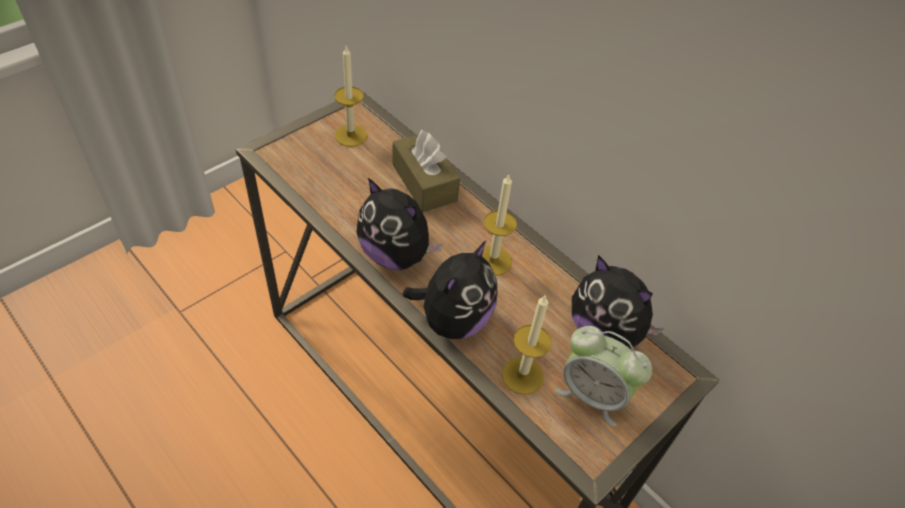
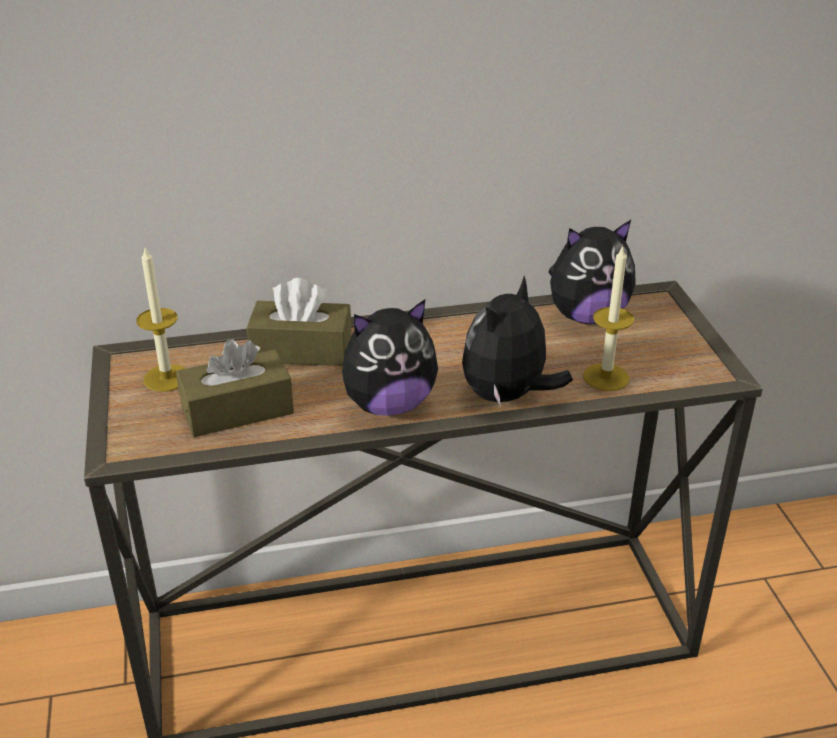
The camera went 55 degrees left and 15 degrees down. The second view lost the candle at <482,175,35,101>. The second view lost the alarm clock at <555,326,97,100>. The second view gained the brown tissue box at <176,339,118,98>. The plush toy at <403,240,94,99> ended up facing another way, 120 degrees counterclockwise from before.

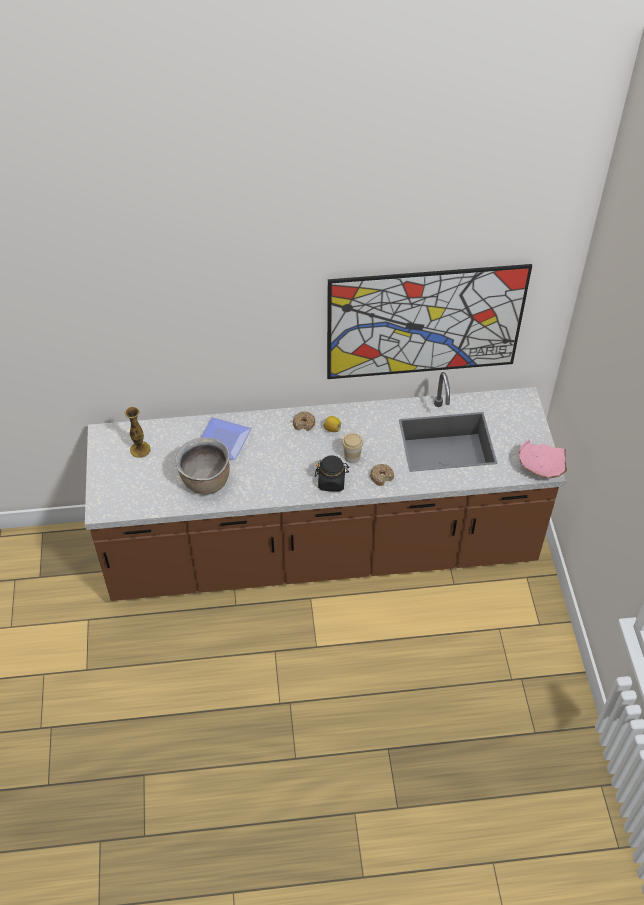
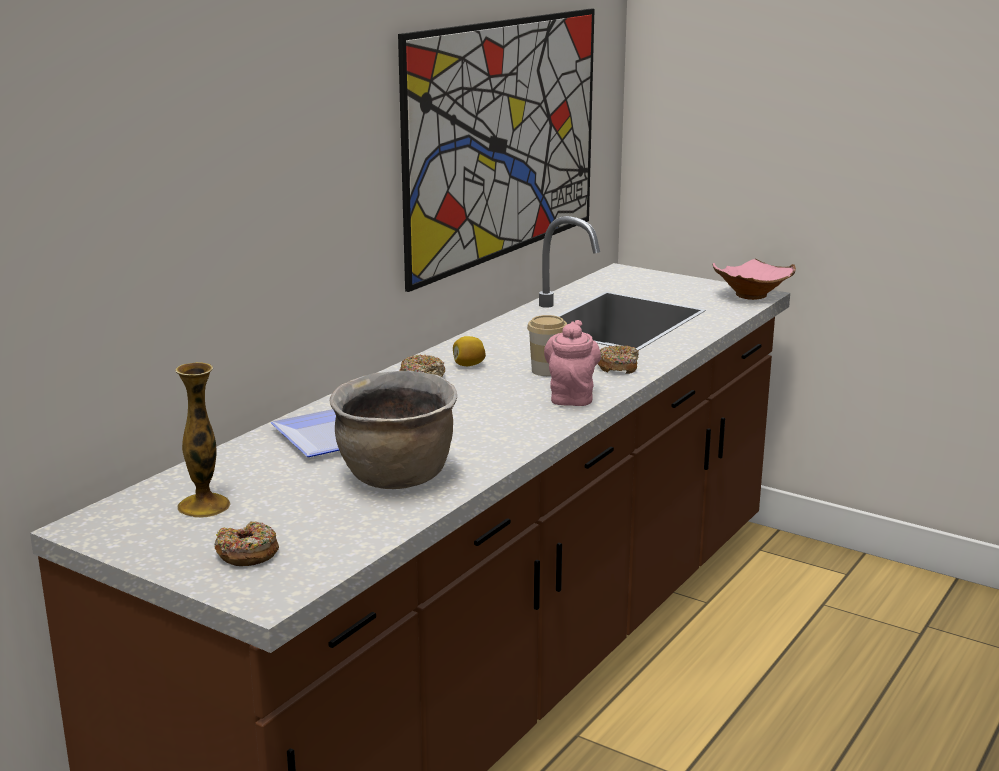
The camera went 50 degrees left and 30 degrees down. The second view gained the donut at <214,521,65,45>. Where the black jar stood at <315,455,34,36>, the pink teapot came to stand at <544,320,57,86>.

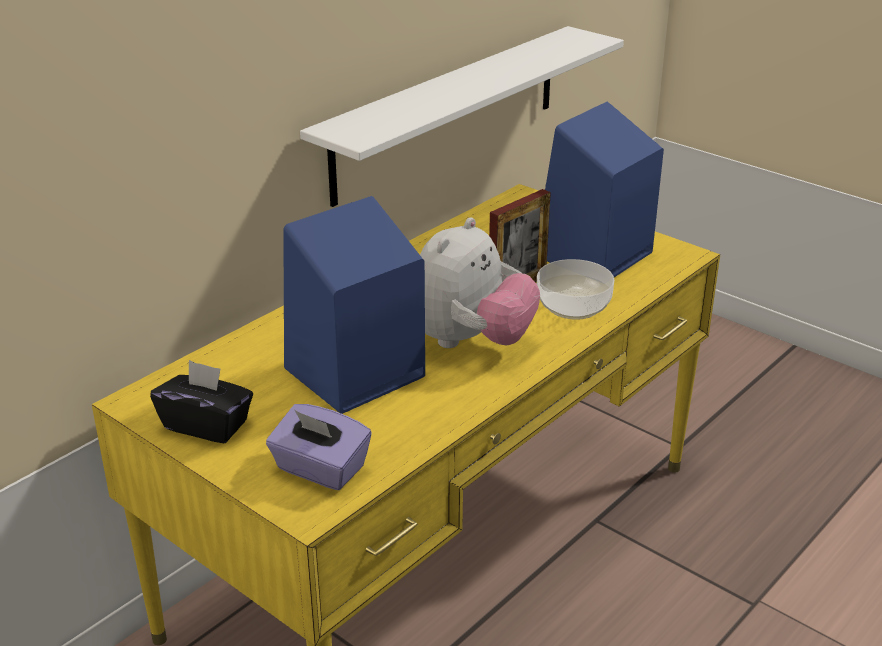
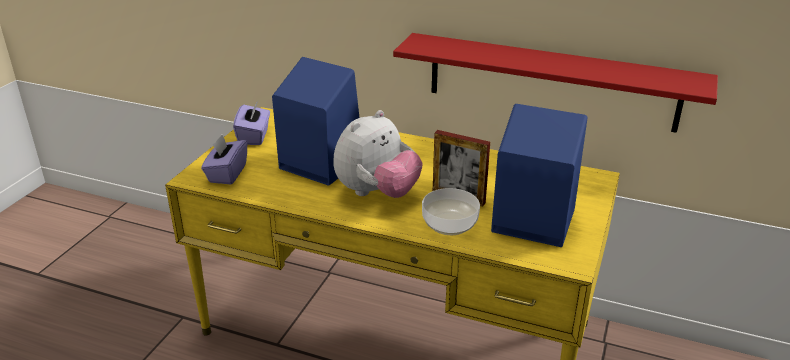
The camera went 70 degrees right and 0 degrees up. What was the black tissue box at <150,360,103,83> turned into the purple tissue box at <233,101,37,44>. What was the white shelf at <300,26,324,181> turned into the red shelf at <393,33,325,100>. The plush toy at <420,217,120,131> ended up facing another way, 60 degrees counterclockwise from before.

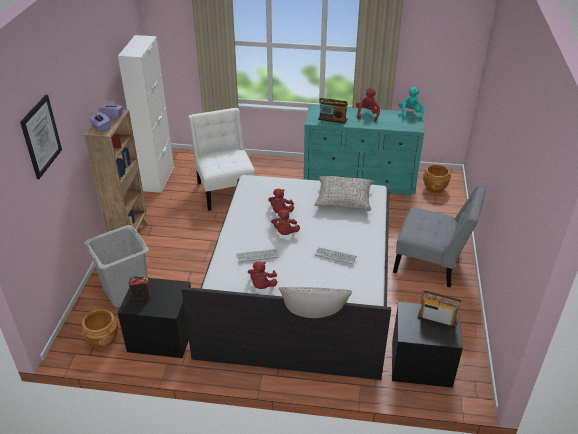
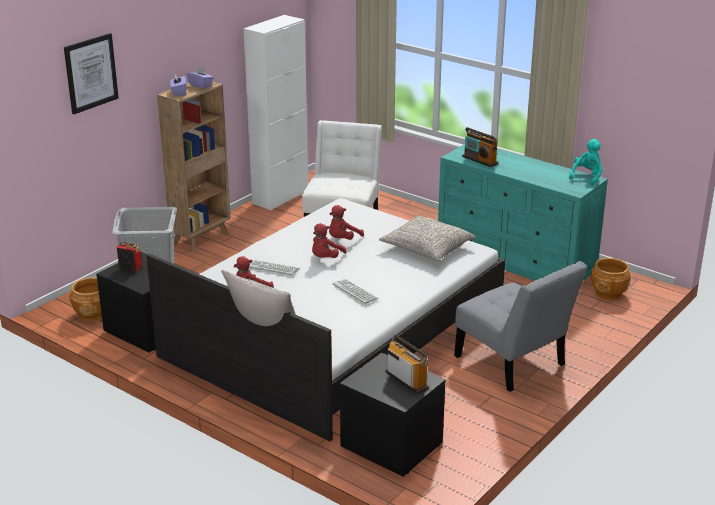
The camera went 30 degrees right and 10 degrees down. The second view lost the red plush toy at <356,88,24,34>.

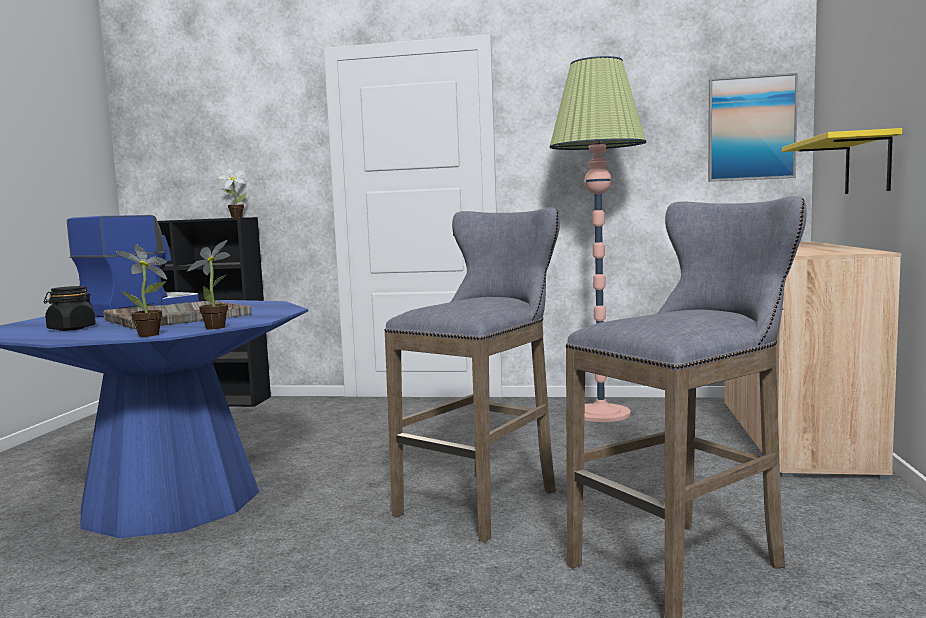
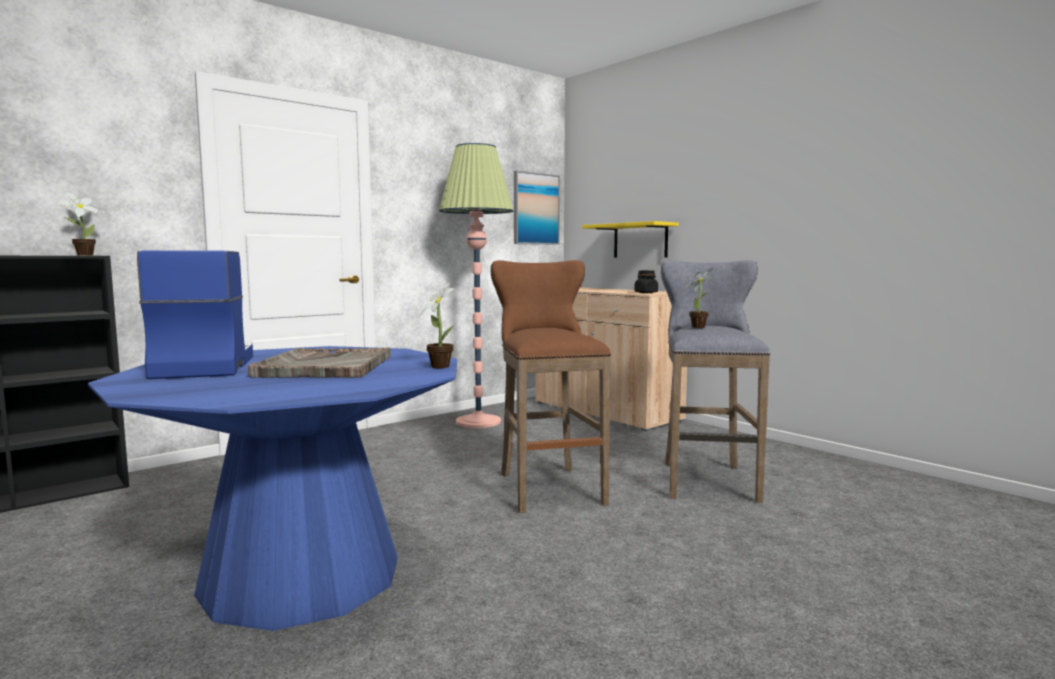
The camera went 50 degrees left and 0 degrees up. The black jar ended up elsewhere, having gone from <44,286,52,45> to <634,270,24,23>. The potted plant ended up elsewhere, having gone from <116,244,51,93> to <685,267,29,61>. What was the grey stool at <384,207,176,335> turned into the brown stool at <490,260,121,253>.

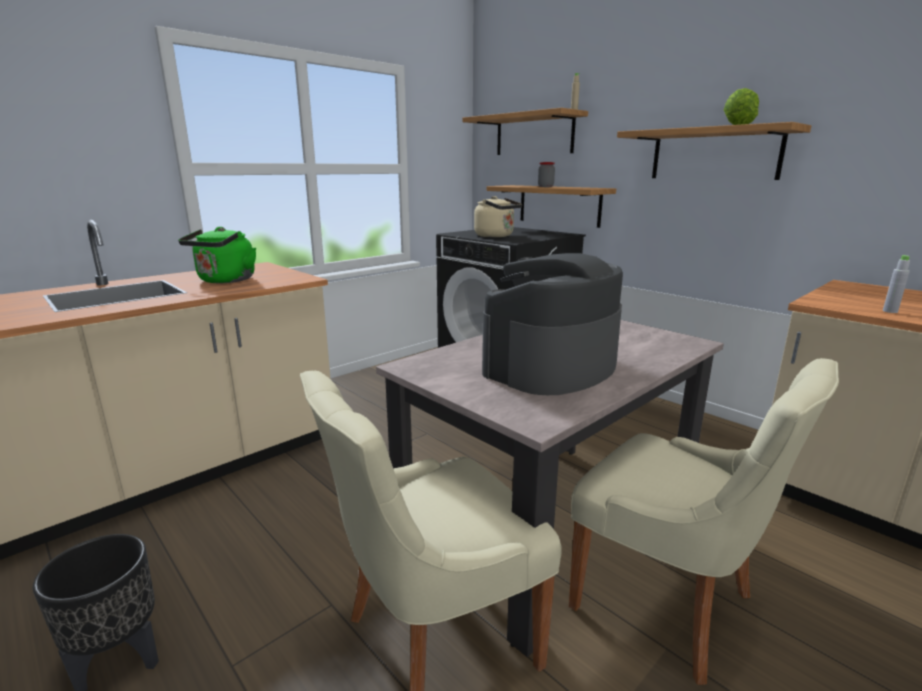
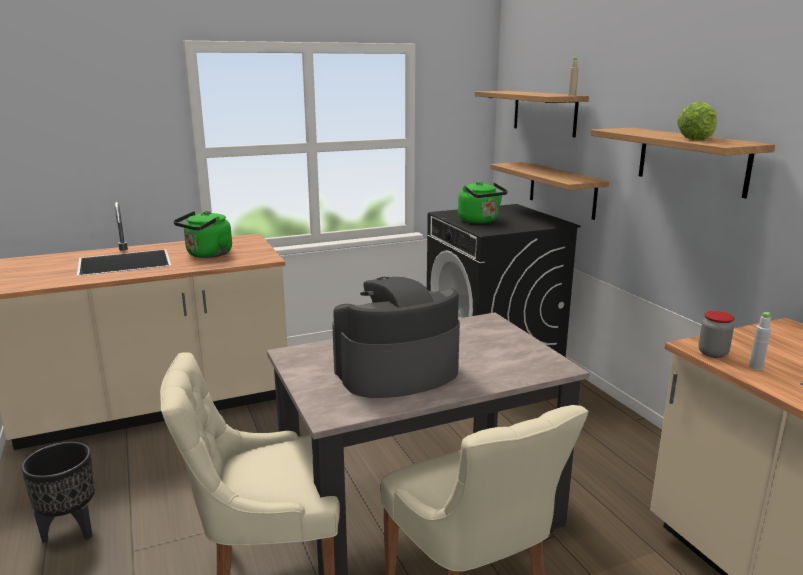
The camera went 20 degrees right and 0 degrees up. The jar ended up elsewhere, having gone from <538,162,17,25> to <699,311,35,47>. What was the beige kettle at <474,196,48,41> turned into the green kettle at <458,181,49,43>.

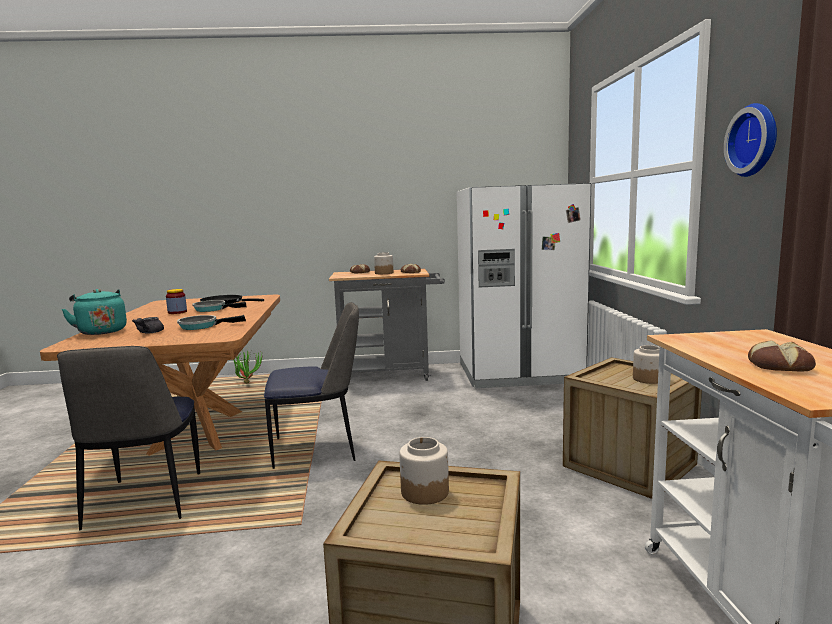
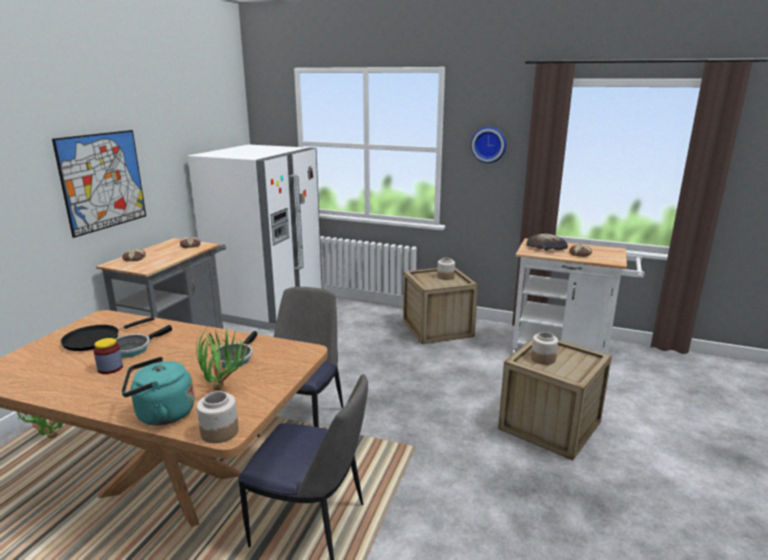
The camera went 65 degrees left and 10 degrees up. The second view gained the picture at <52,130,94,108>. The second view gained the bread at <527,233,41,18>. The jar ended up elsewhere, having gone from <374,252,19,22> to <197,391,42,52>. Where the grey teapot stood at <132,317,32,16>, the potted plant came to stand at <196,328,53,63>.

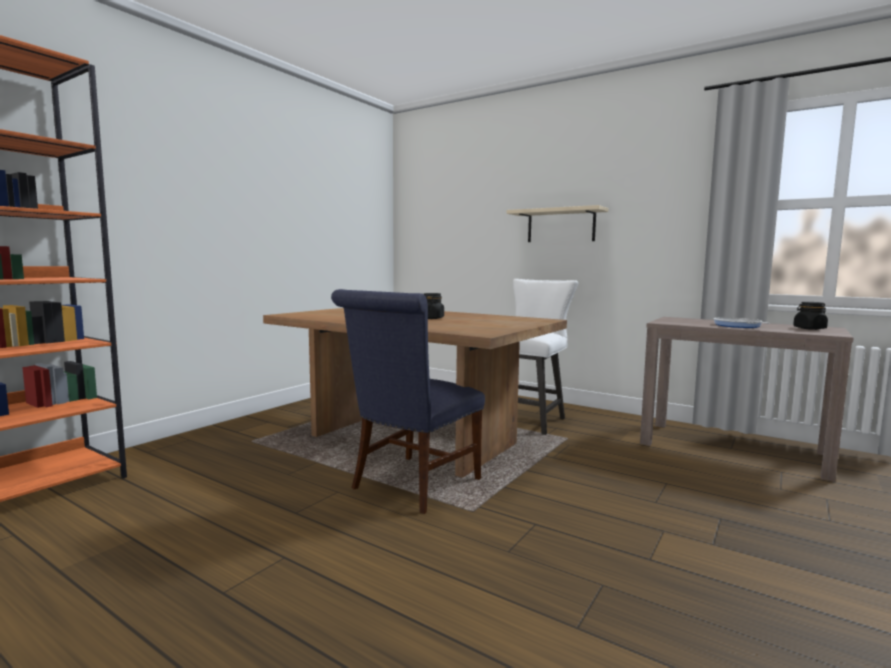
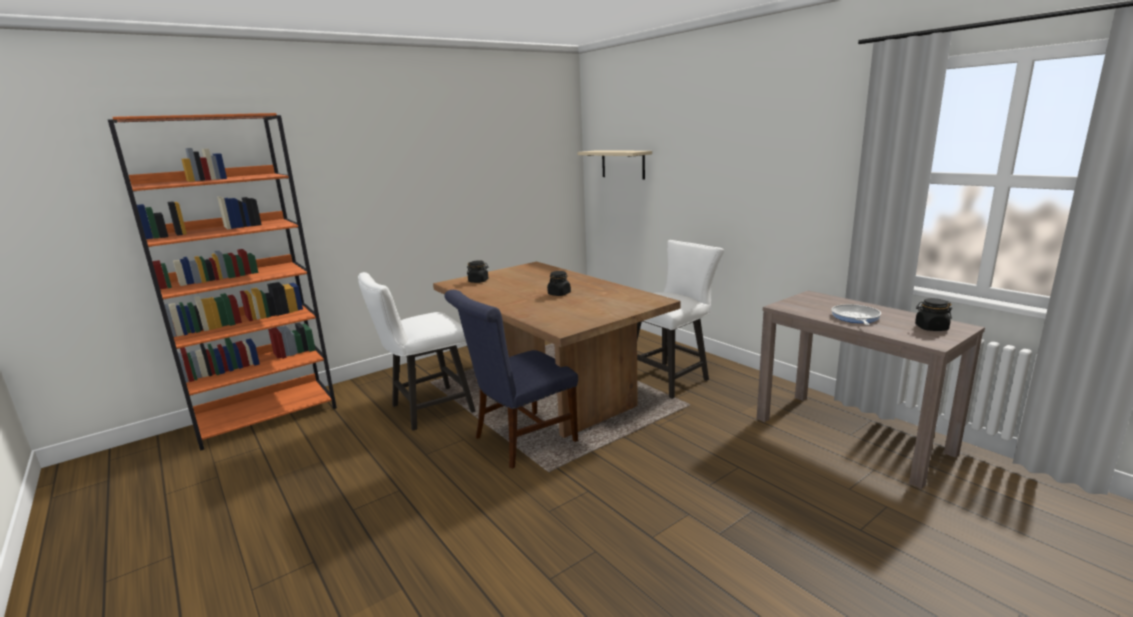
The camera went 20 degrees right and 10 degrees up. The second view gained the white chair at <358,272,118,158>. The second view gained the black jar at <467,260,22,23>. The beige shelf ended up elsewhere, having gone from <506,205,102,37> to <577,150,75,30>.

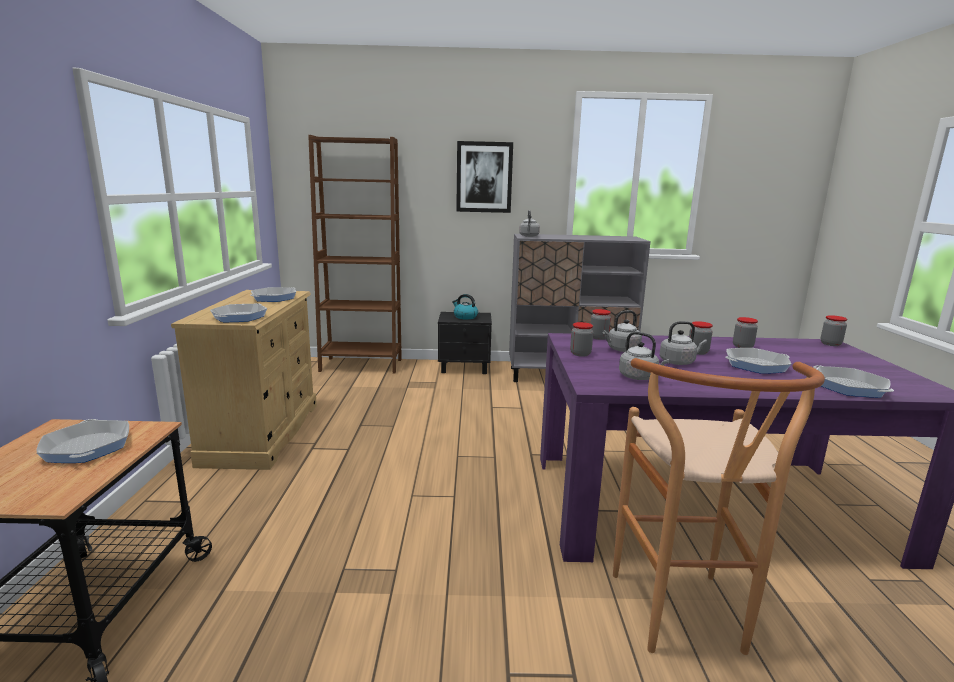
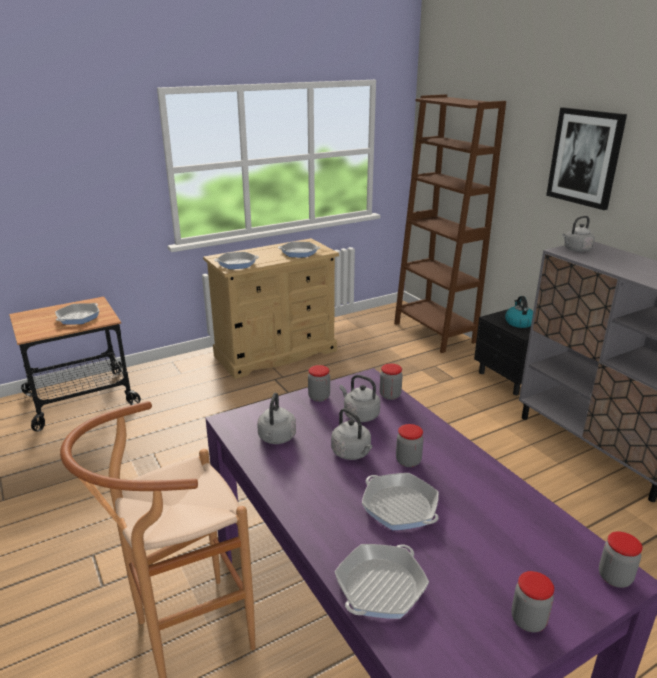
The camera went 60 degrees right and 10 degrees up. The jar ended up elsewhere, having gone from <733,317,25,31> to <511,571,43,61>.

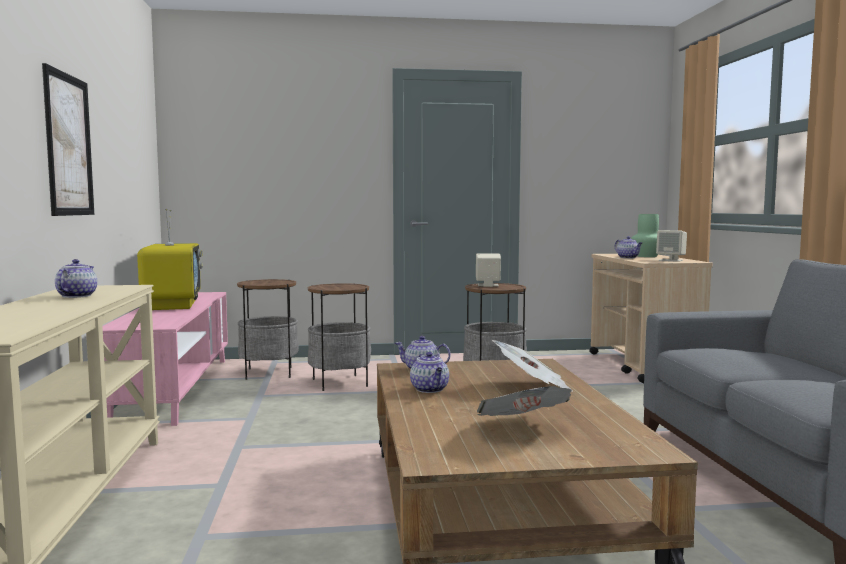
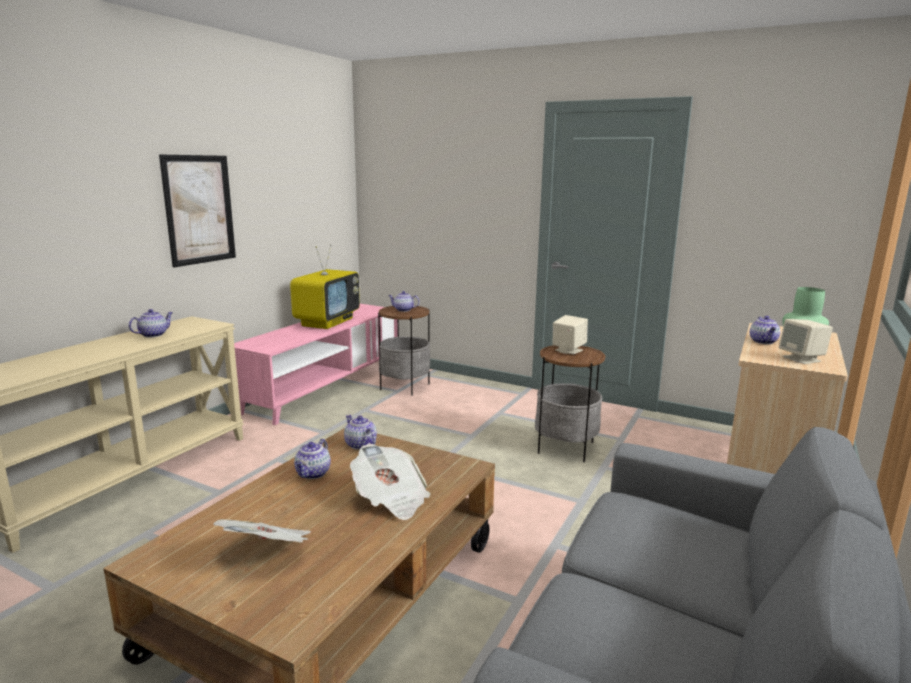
The camera went 35 degrees right and 10 degrees up. The second view lost the side table at <308,283,63,108>. The second view gained the teapot at <388,291,32,21>.

